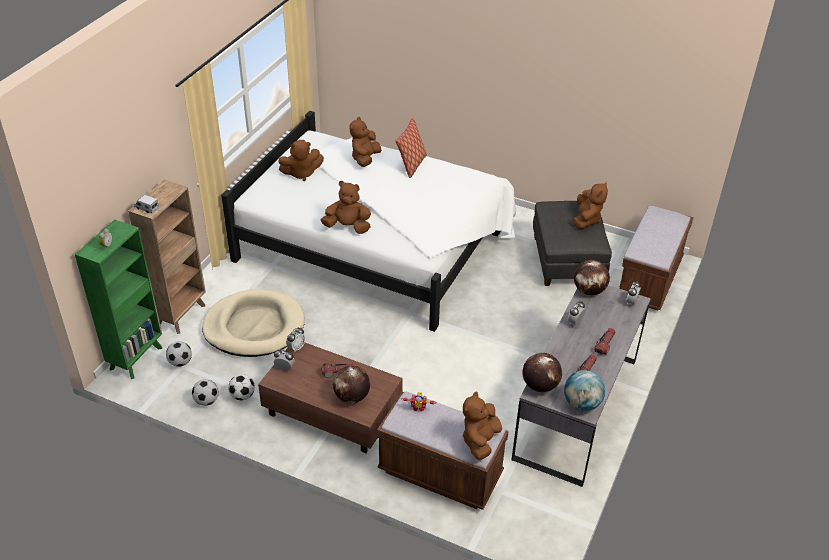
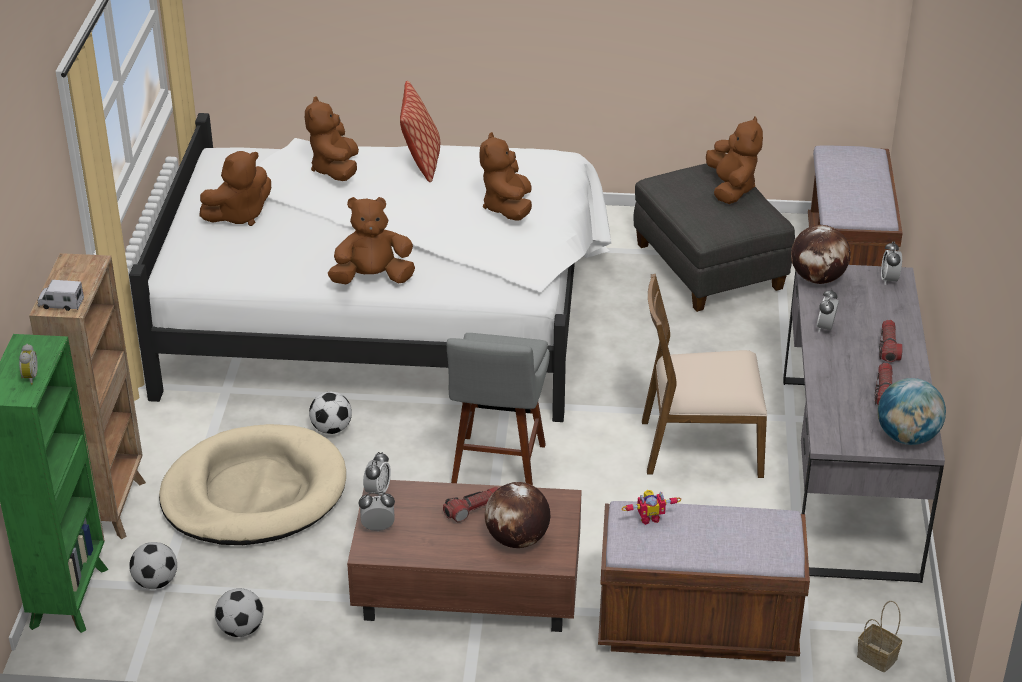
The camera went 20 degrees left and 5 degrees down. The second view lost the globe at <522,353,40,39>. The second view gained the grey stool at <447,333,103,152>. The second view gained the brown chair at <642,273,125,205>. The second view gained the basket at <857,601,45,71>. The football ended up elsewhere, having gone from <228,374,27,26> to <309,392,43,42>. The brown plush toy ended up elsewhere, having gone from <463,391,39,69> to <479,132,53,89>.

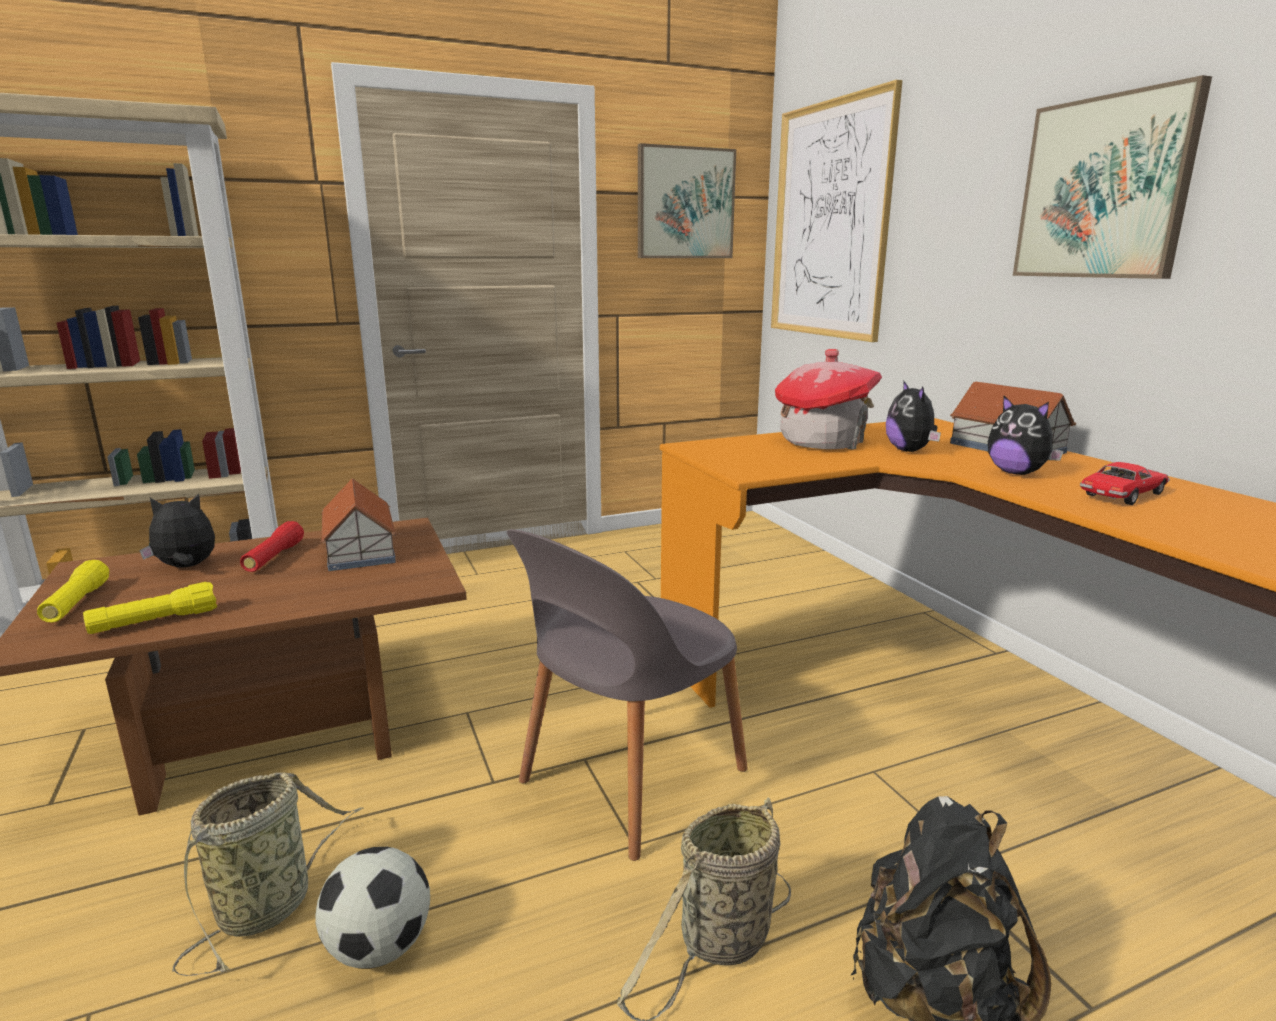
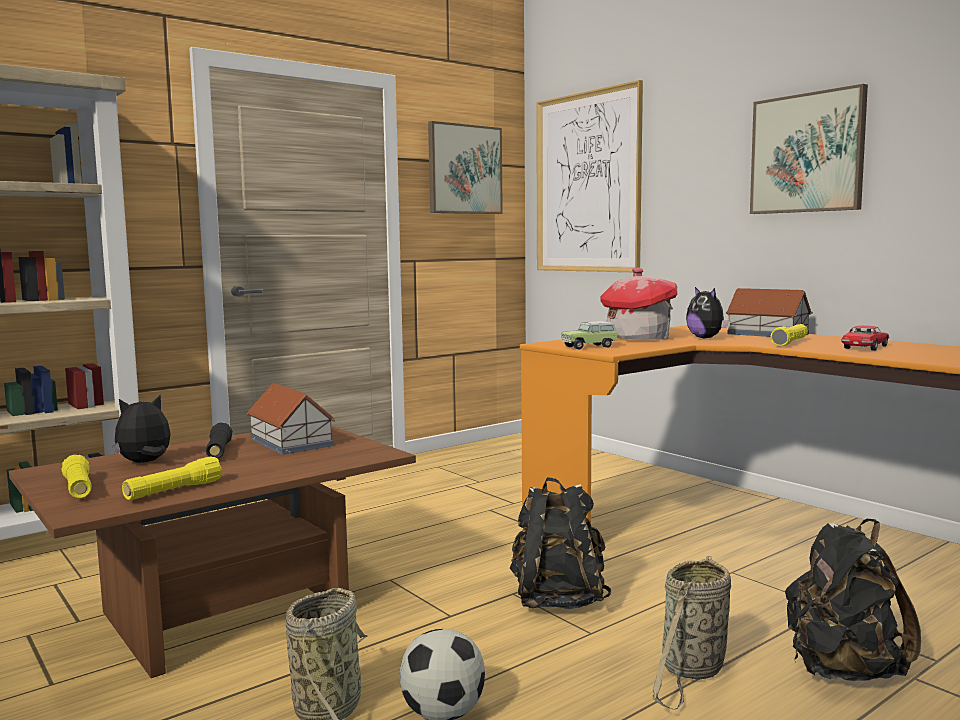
The camera went 15 degrees left and 10 degrees down. The second view gained the toy car at <561,321,57,29>. Where the grey chair stood at <507,529,241,332>, the black backpack came to stand at <510,477,101,132>. Where the plush toy stood at <988,396,76,79>, the yellow flashlight came to stand at <770,324,38,23>. What was the red flashlight at <240,521,64,51> turned into the black flashlight at <206,423,27,35>.

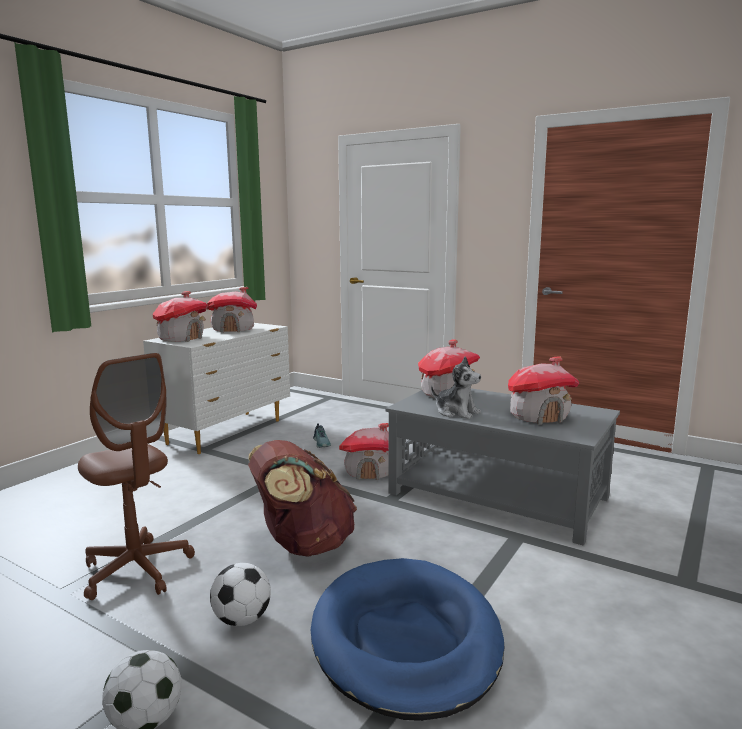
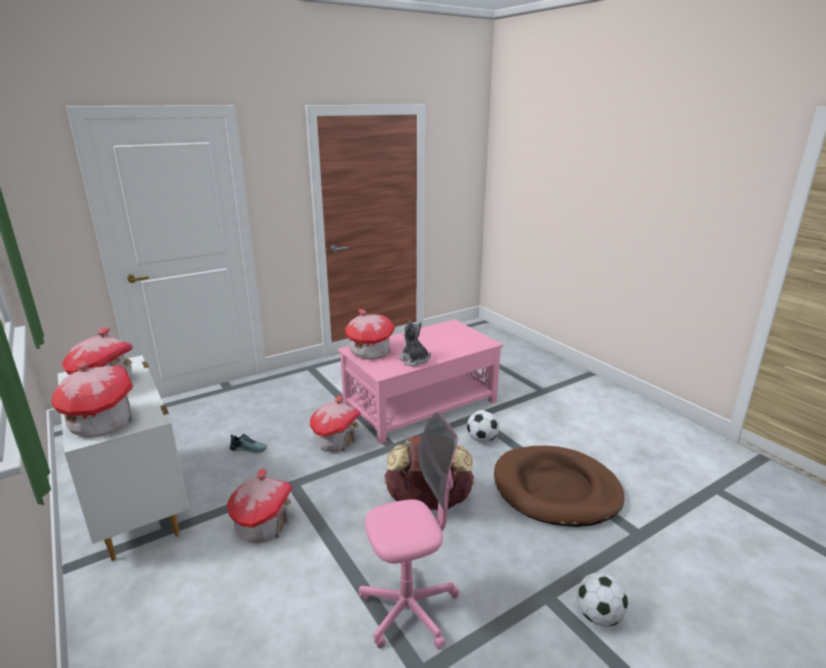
The camera went 65 degrees left and 10 degrees up. The football ended up elsewhere, having gone from <210,563,61,63> to <467,410,32,33>. The toy house ended up elsewhere, having gone from <508,356,71,69> to <227,469,66,74>. What was the brown office chair at <78,353,117,247> turned into the pink office chair at <359,412,100,237>. What was the blue dog bed at <311,558,194,163> turned into the brown dog bed at <494,446,130,81>. What was the grey coffee table at <386,388,234,158> turned into the pink coffee table at <338,319,165,125>. The plush toy at <431,356,50,63> ended up facing another way, 105 degrees counterclockwise from before.

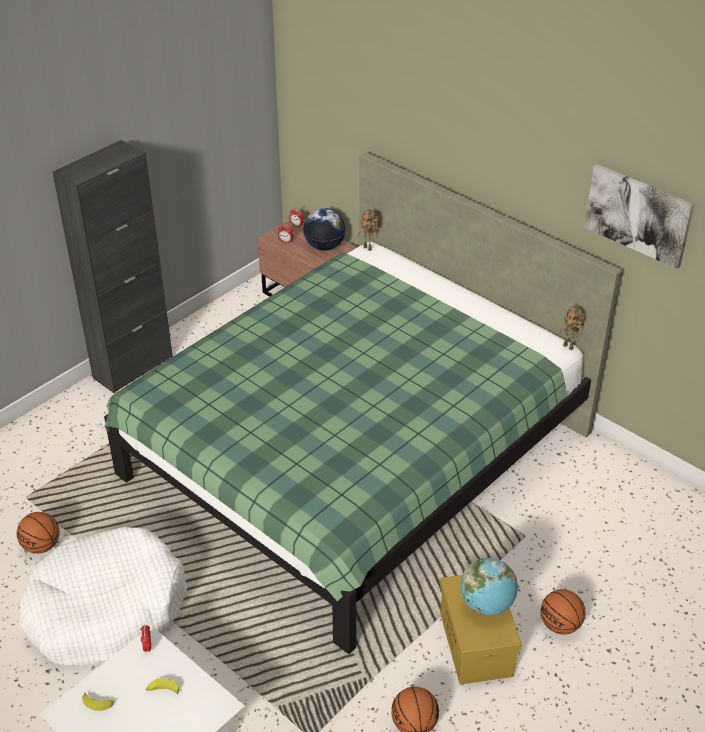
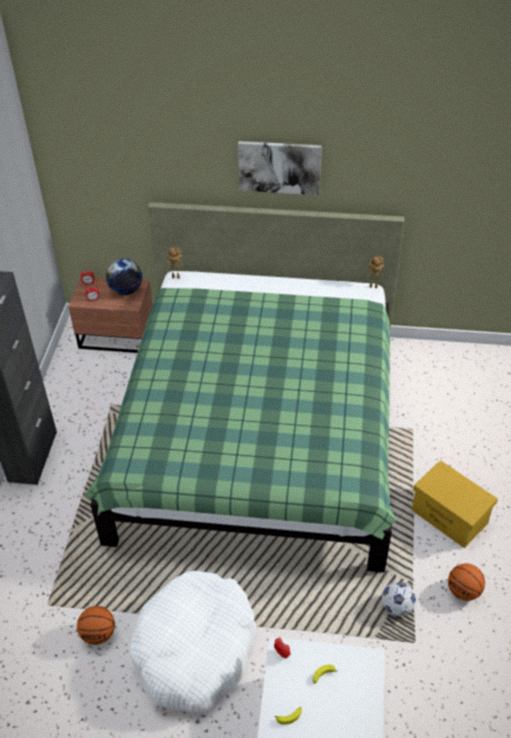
The camera went 35 degrees left and 5 degrees up. The second view lost the globe at <460,558,58,58>. The second view lost the basketball at <540,589,46,46>. The second view gained the football at <382,582,34,34>. The picture ended up elsewhere, having gone from <584,164,110,105> to <238,141,84,54>.

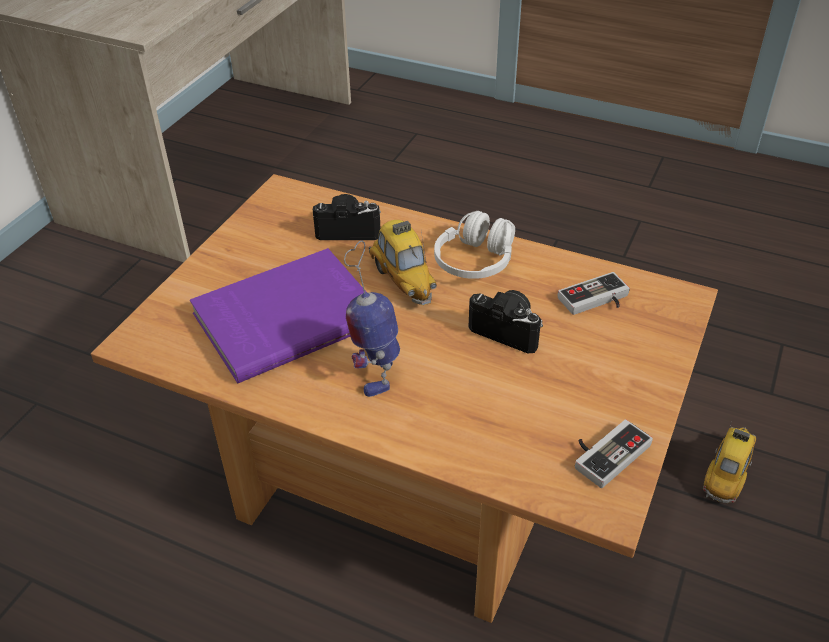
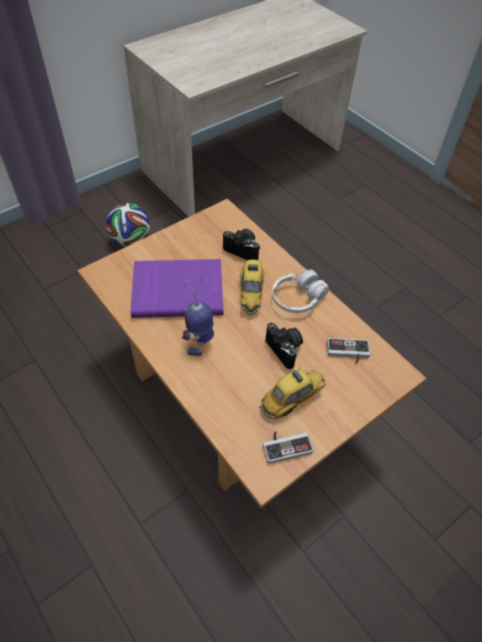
The camera went 25 degrees right and 10 degrees up. The second view gained the football at <106,203,44,44>. The toy car ended up elsewhere, having gone from <703,422,53,81> to <259,366,67,54>.

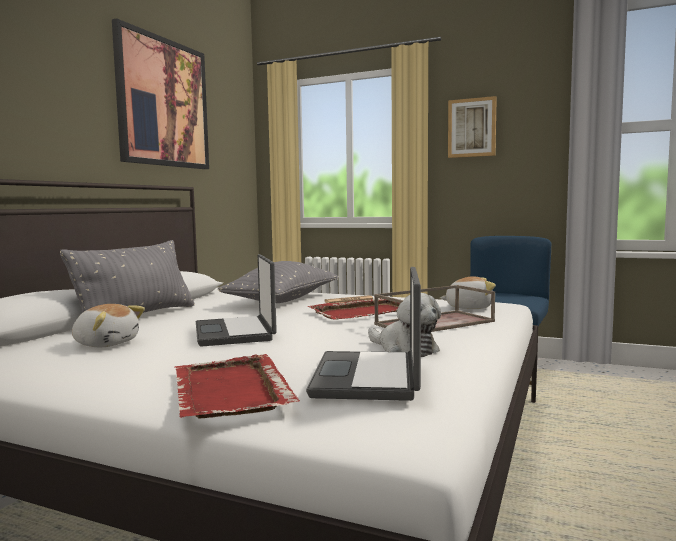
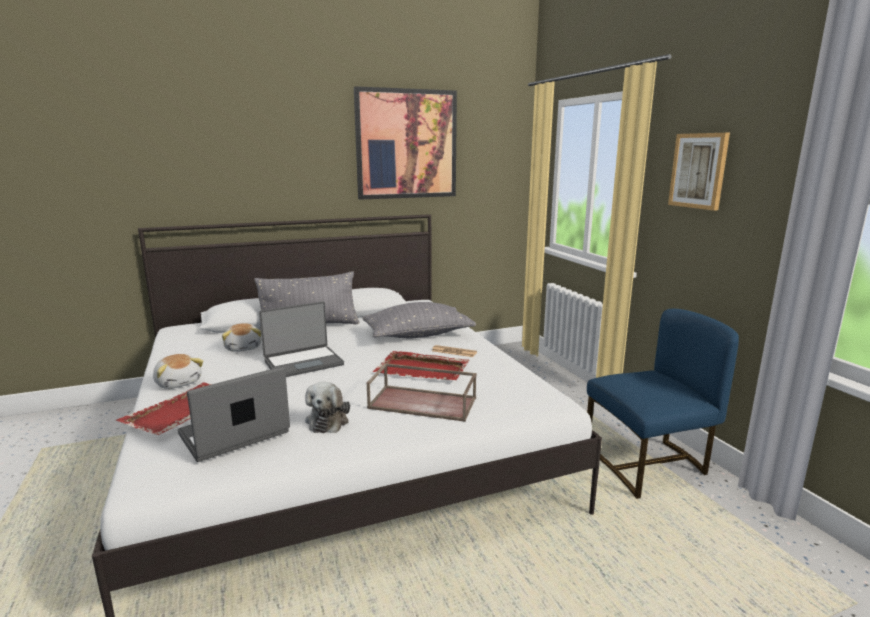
The camera went 45 degrees right and 10 degrees up. The plush toy ended up elsewhere, having gone from <440,276,56,33> to <153,354,50,35>. The laptop at <196,254,81,92> ended up facing another way, 150 degrees counterclockwise from before.

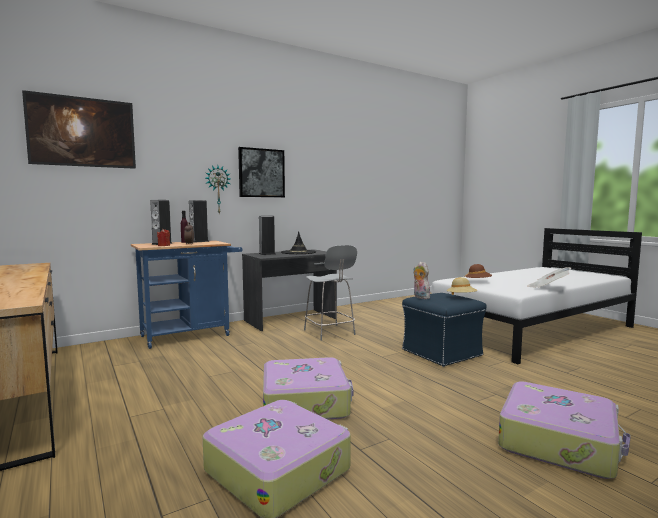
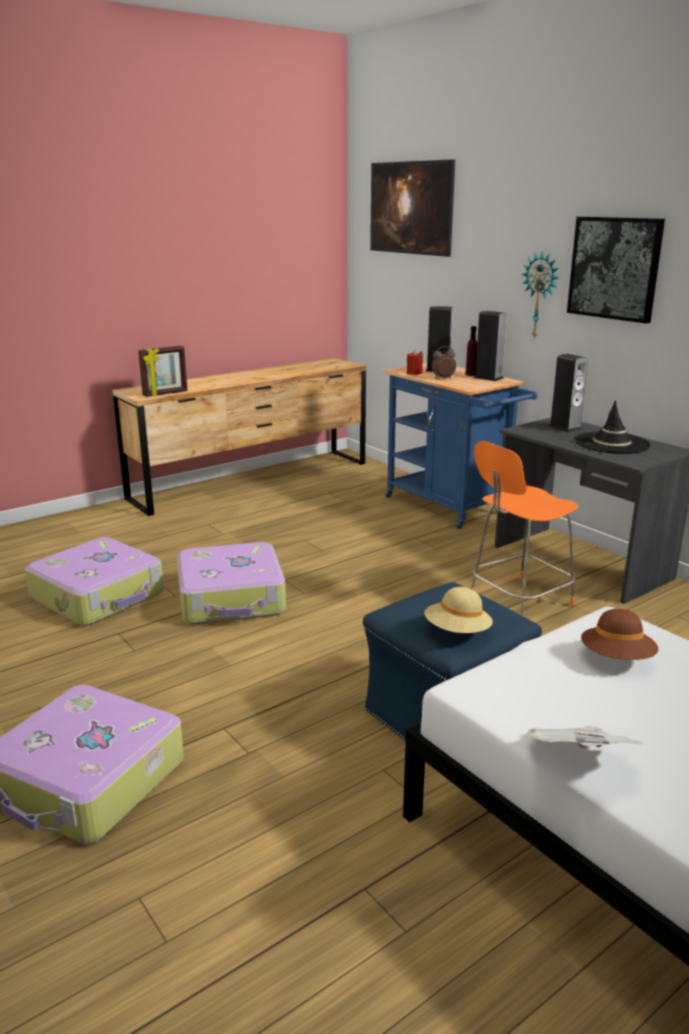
The camera went 85 degrees right and 15 degrees up. The second view lost the plush toy at <414,262,18,37>. The second view gained the picture frame at <138,346,50,51>. What was the grey chair at <304,245,53,96> turned into the orange chair at <471,441,108,175>.

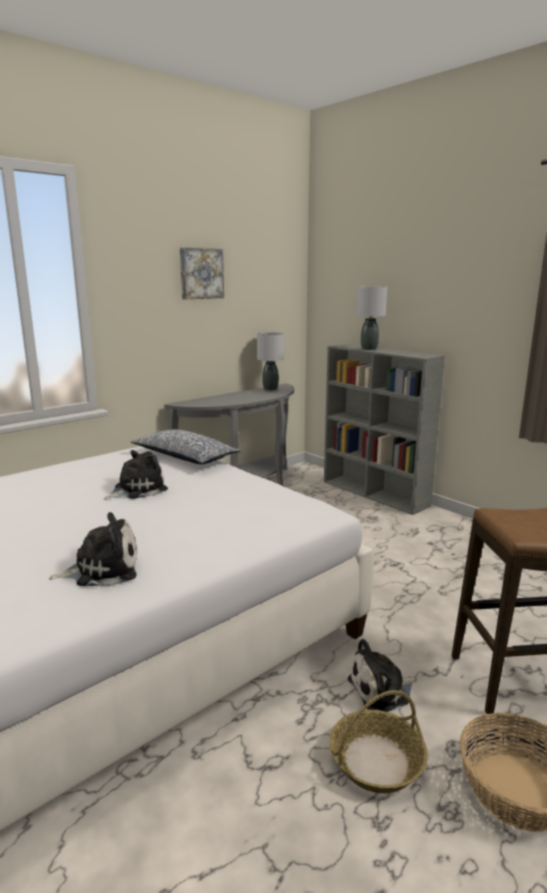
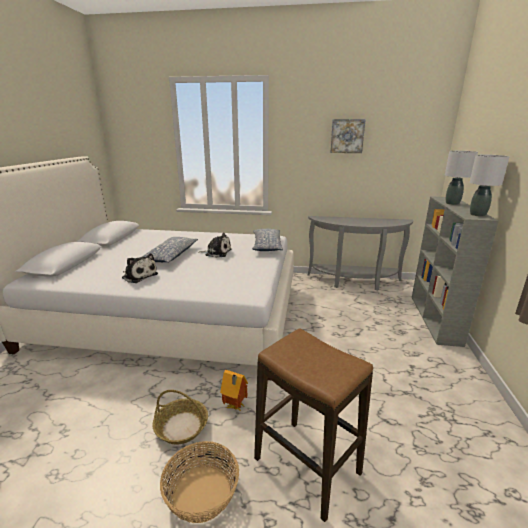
The camera went 50 degrees right and 5 degrees up. The second view gained the pillow at <142,237,56,26>. The grey table lamp ended up elsewhere, having gone from <257,332,27,59> to <470,155,40,62>. Where the plush toy stood at <348,639,69,73>, the toy house came to stand at <220,370,28,41>.

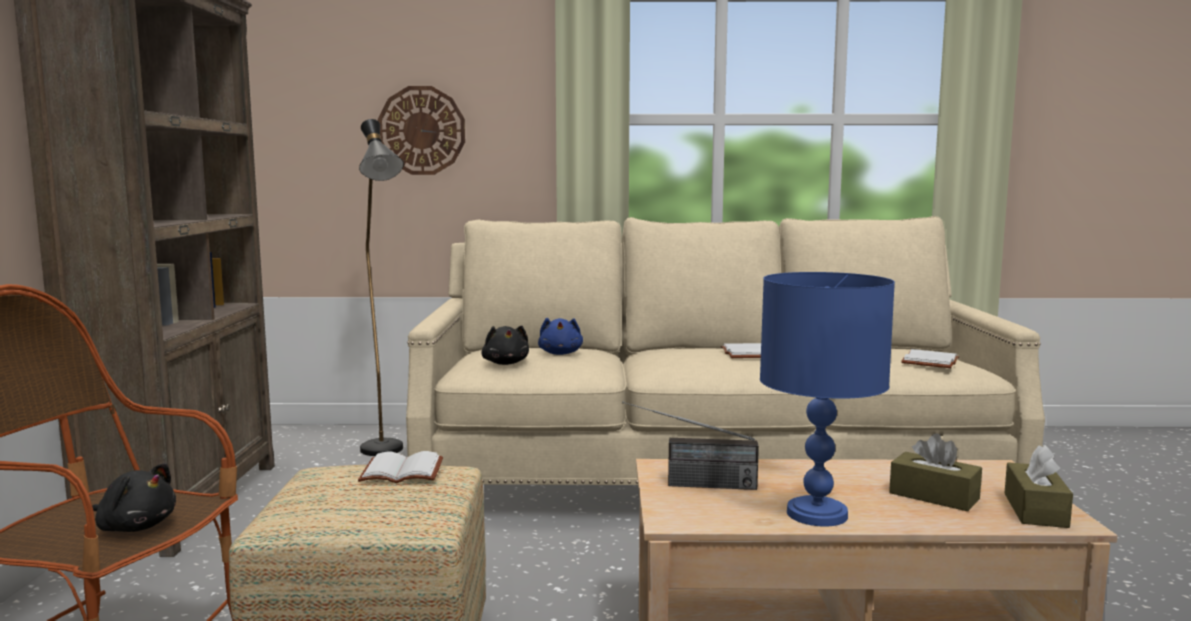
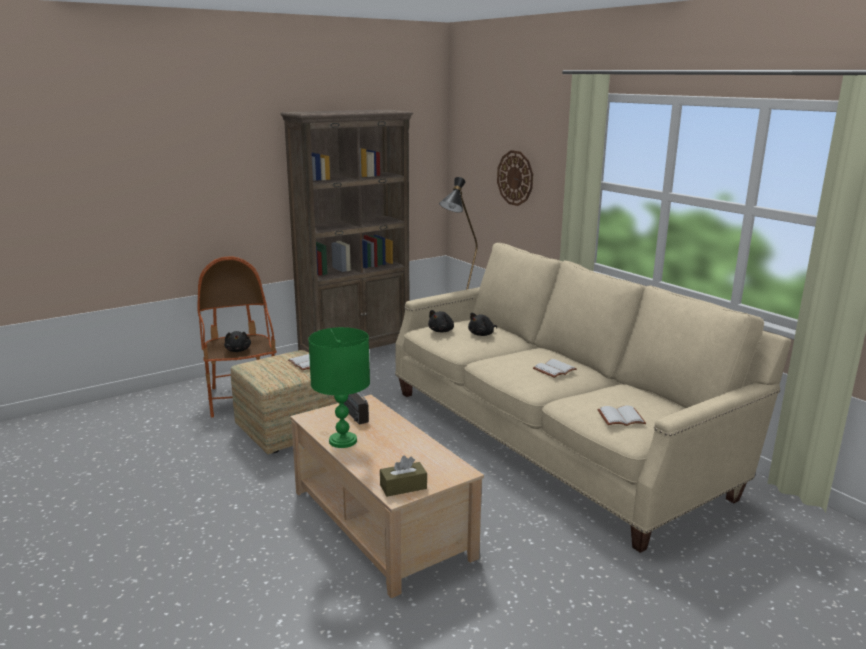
The camera went 55 degrees right and 10 degrees up. The second view lost the brown tissue box at <889,433,93,78>. What was the blue plush toy at <538,318,45,37> turned into the black plush toy at <468,313,29,23>. What was the blue table lamp at <760,272,135,255> turned into the green table lamp at <309,327,61,121>.

